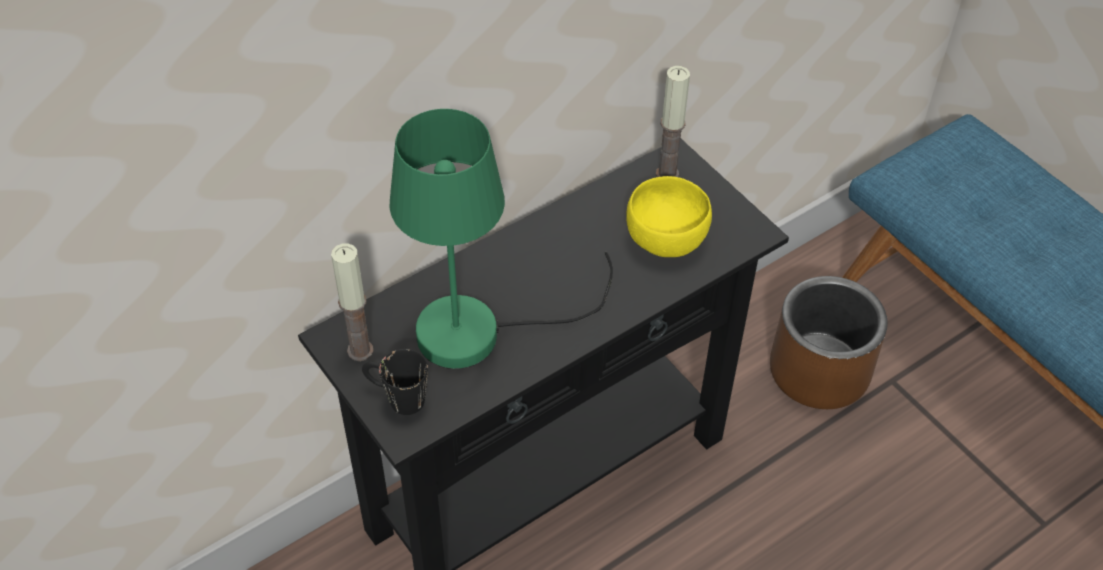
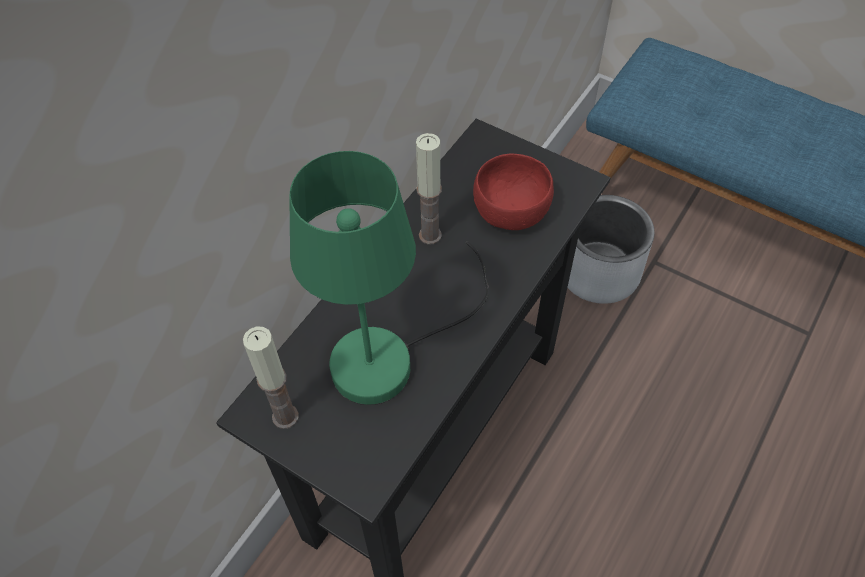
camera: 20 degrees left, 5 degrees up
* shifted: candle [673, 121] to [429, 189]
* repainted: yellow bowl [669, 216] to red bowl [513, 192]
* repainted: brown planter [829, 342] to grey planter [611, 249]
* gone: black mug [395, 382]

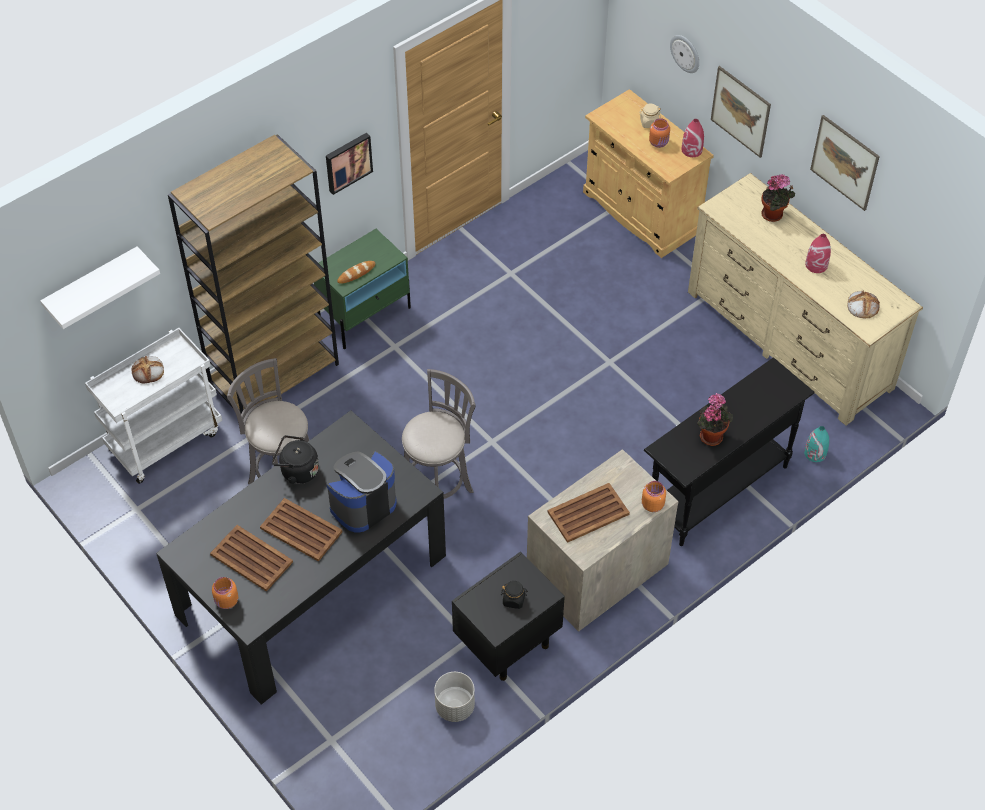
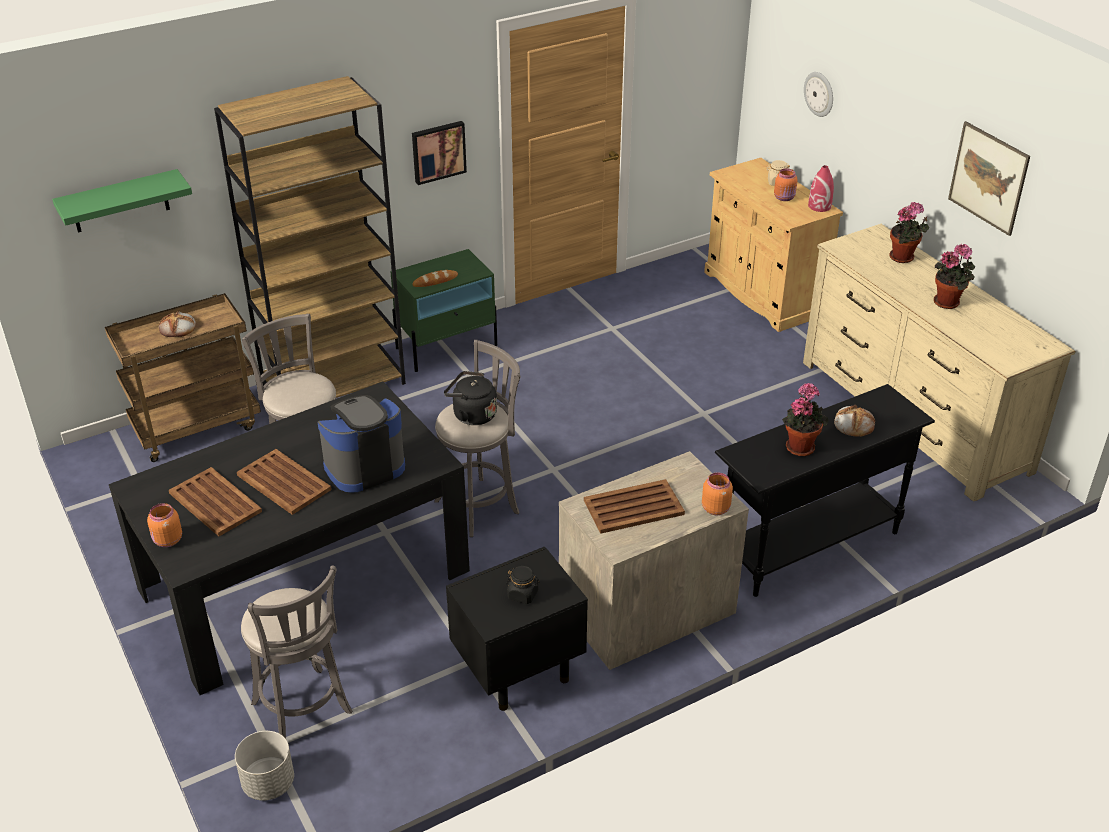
camera: 10 degrees right, 15 degrees down
* repainted: white shelf [100, 287] to green shelf [122, 201]
* repainted: white cart [153, 406] to brown cart [183, 377]
* shifted: grey planter [454, 697] to [264, 766]
* new: grey stool [296, 652]
* shifted: black kettle [295, 459] to [470, 398]
* shifted: bread [864, 304] to [855, 421]
* swapped: red vase [818, 253] to potted plant [954, 276]
* gone: picture [741, 112]
* gone: turquoise vase [816, 444]

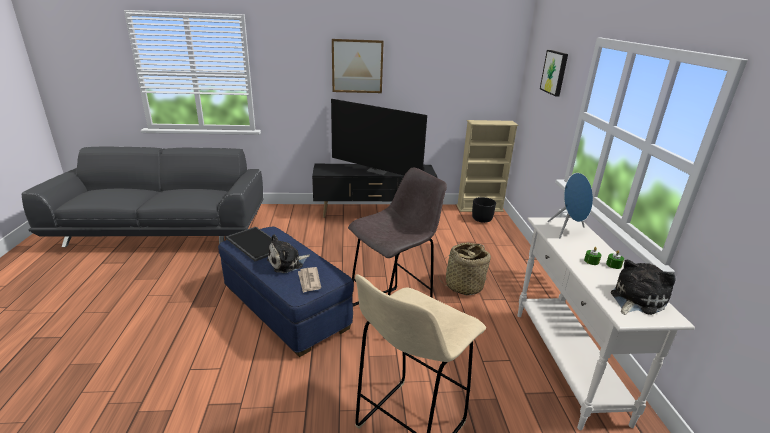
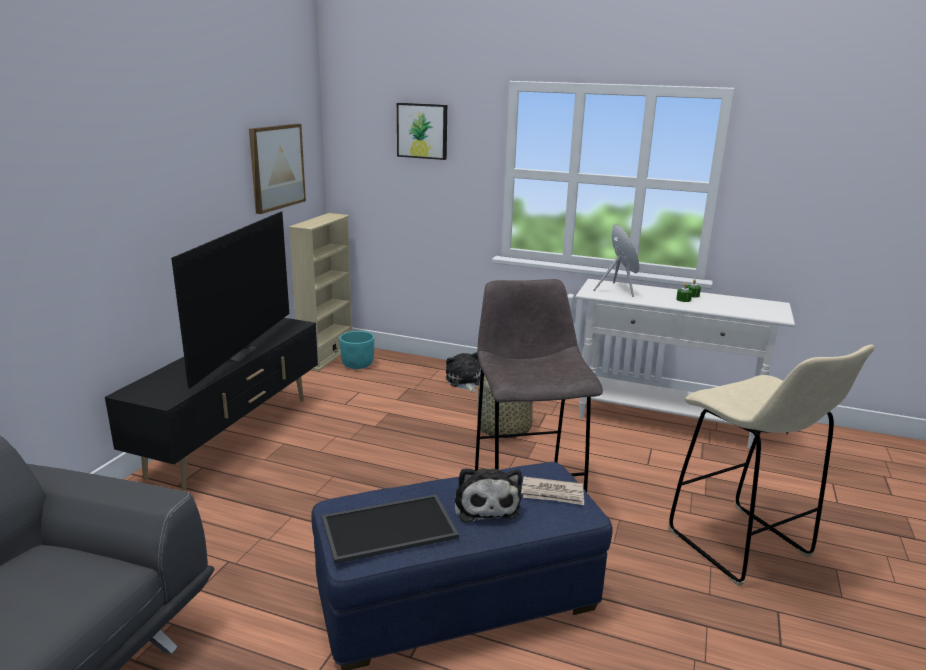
camera: 65 degrees left, 5 degrees down
* rotated: television [379, 137] = [230, 300] 45 degrees counterclockwise
* shifted: picture [358, 66] to [277, 169]
* repainted: black planter [484, 210] to turquoise planter [356, 350]
* shifted: plush toy [643, 287] to [463, 372]

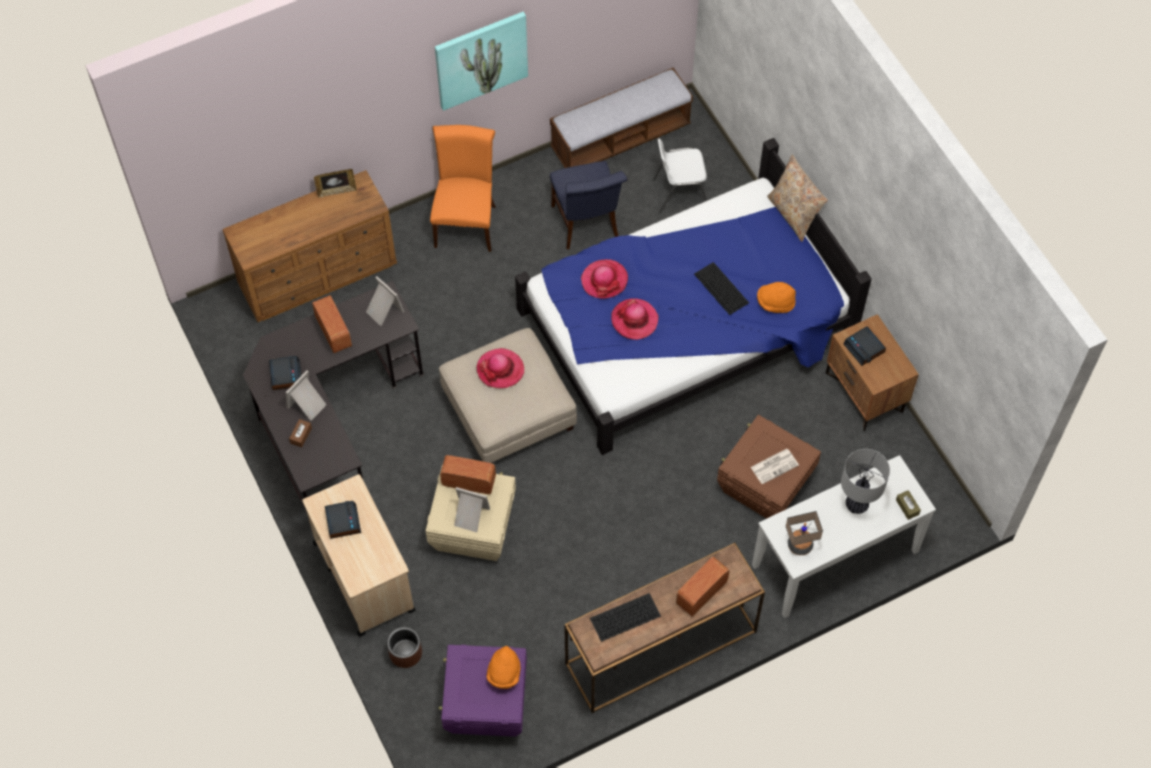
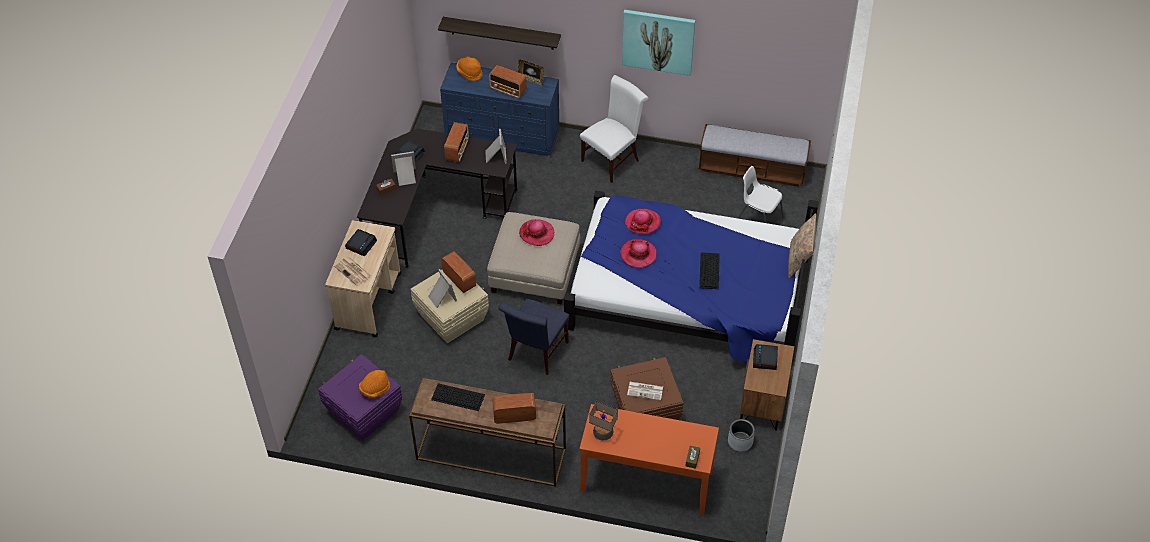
camera: 40 degrees right, 10 degrees down
* new: newspaper [352, 271]
* new: shelf [499, 33]
* repainted: brown dresser [309, 246] to blue dresser [500, 109]
* shifted: orange hat [776, 297] to [469, 69]
* new: radio [508, 81]
* shifted: blue chair [589, 205] to [534, 337]
* repainted: white console table [844, 536] to orange console table [649, 459]
* repainted: orange chair [463, 188] to white chair [614, 129]
* new: grey planter [741, 435]
* gone: brown planter [404, 647]
* gone: table lamp [865, 481]

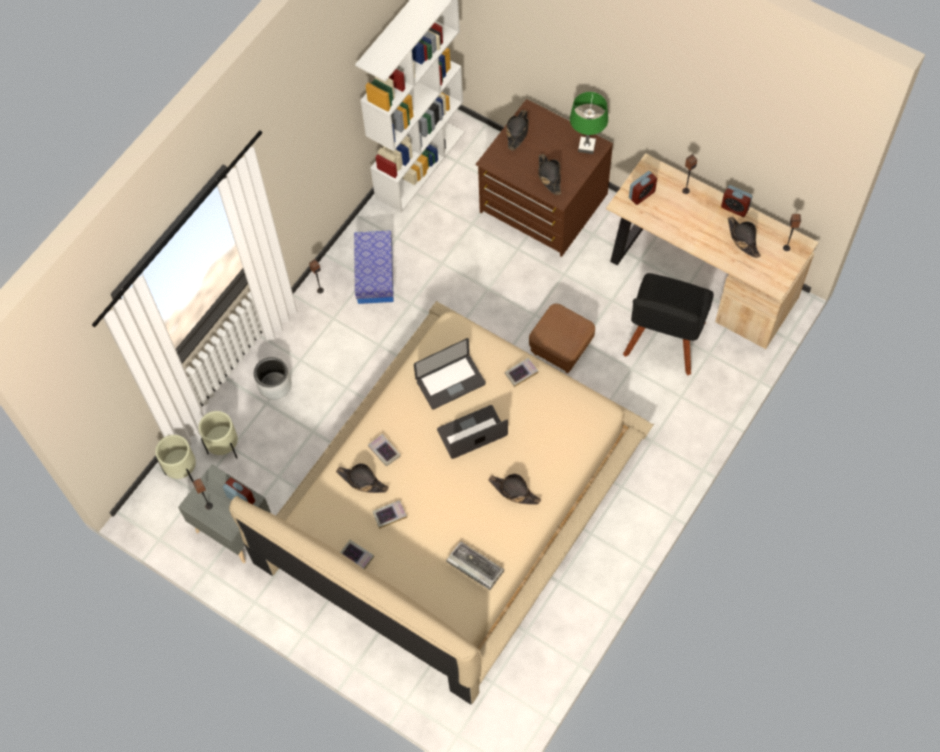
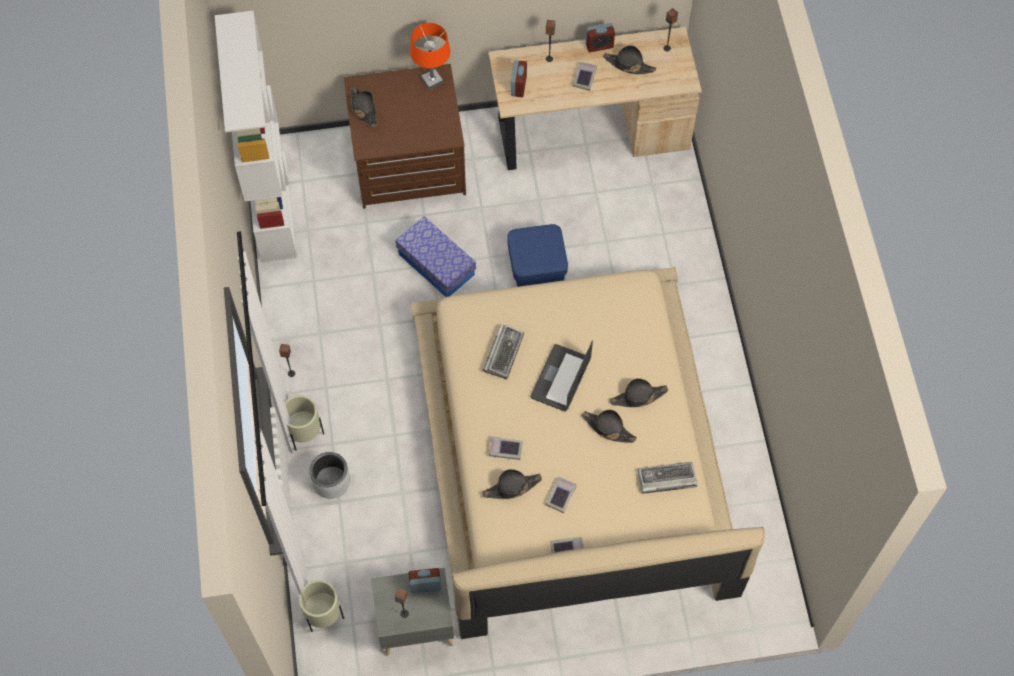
camera: 45 degrees left, 0 degrees up
* shifted: beige planter [218, 435] to [304, 423]
* shifted: storage box [374, 267] to [435, 256]
* repainted: green table lamp [589, 123] to orange table lamp [430, 56]
* swapped: laptop [450, 373] to keyboard [503, 352]
* repainted: brown ottoman [562, 338] to blue ottoman [537, 255]
* shifted: book [521, 372] to [585, 76]
* shifted: black hat [549, 174] to [609, 426]
* gone: black chair [668, 324]

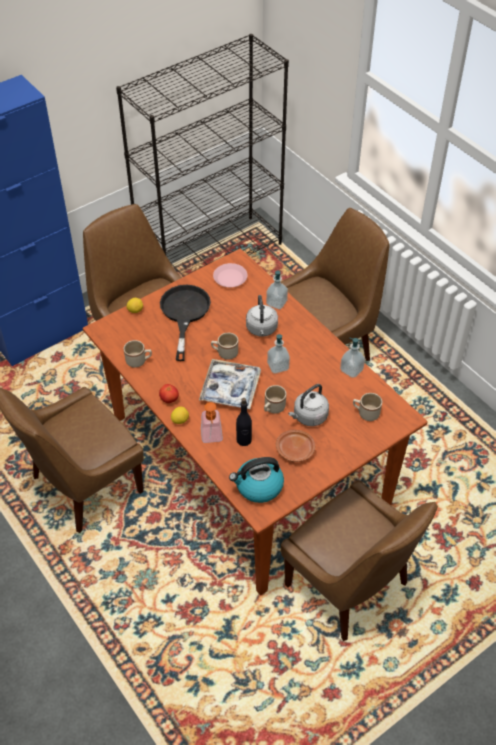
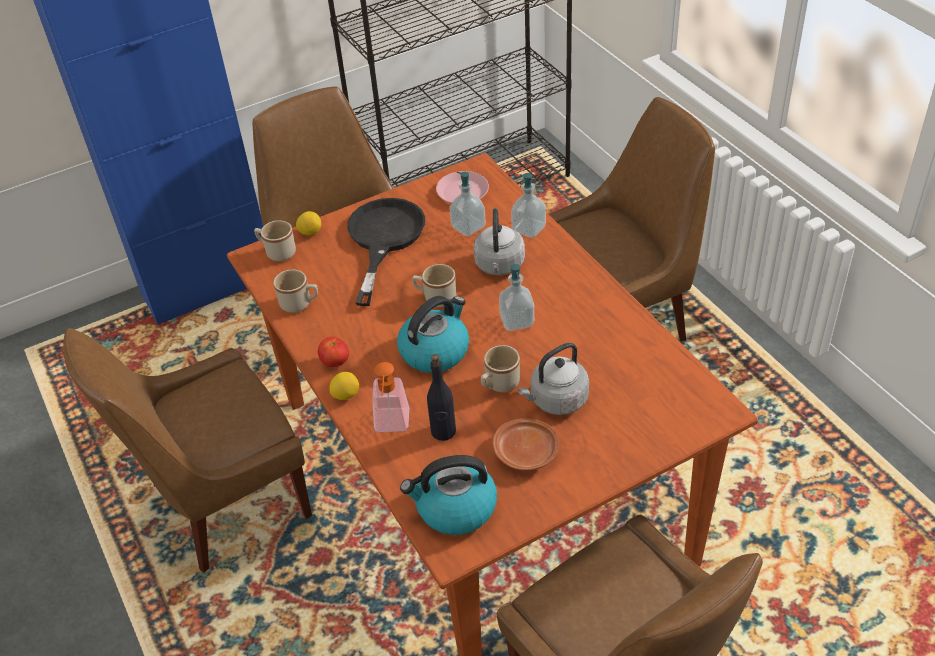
camera: 10 degrees right, 5 degrees down
* shifted: beige mug [367, 407] to [275, 241]
* swapped: tray [230, 384] to kettle [433, 334]
* shifted: soap dispenser [352, 358] to [467, 204]

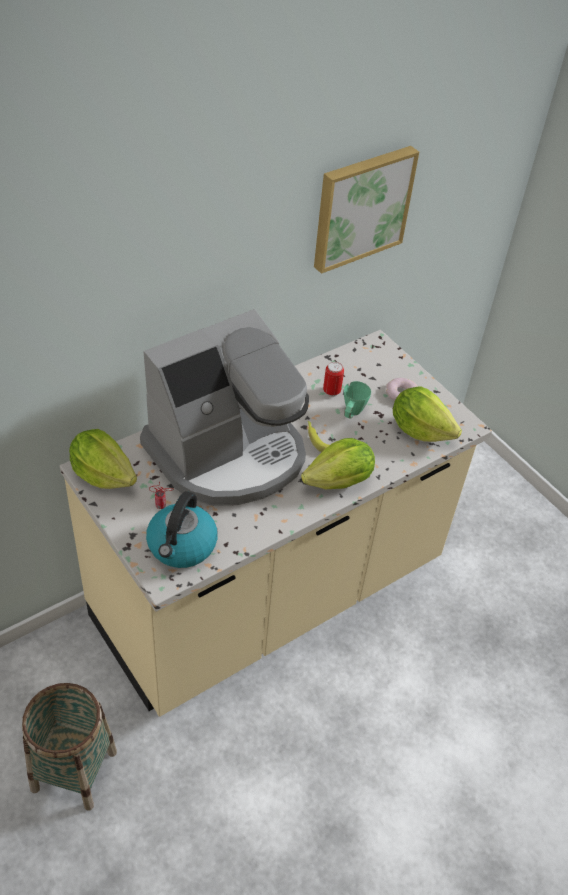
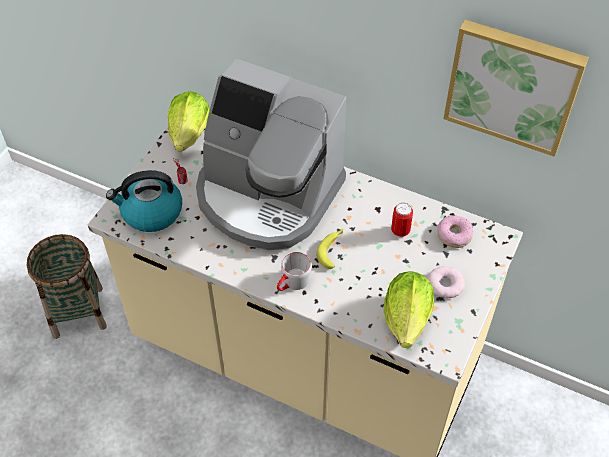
camera: 65 degrees right, 5 degrees up
* swapped: lettuce [338, 463] to grey mug [294, 271]
* new: donut [455, 231]
* gone: green mug [357, 399]

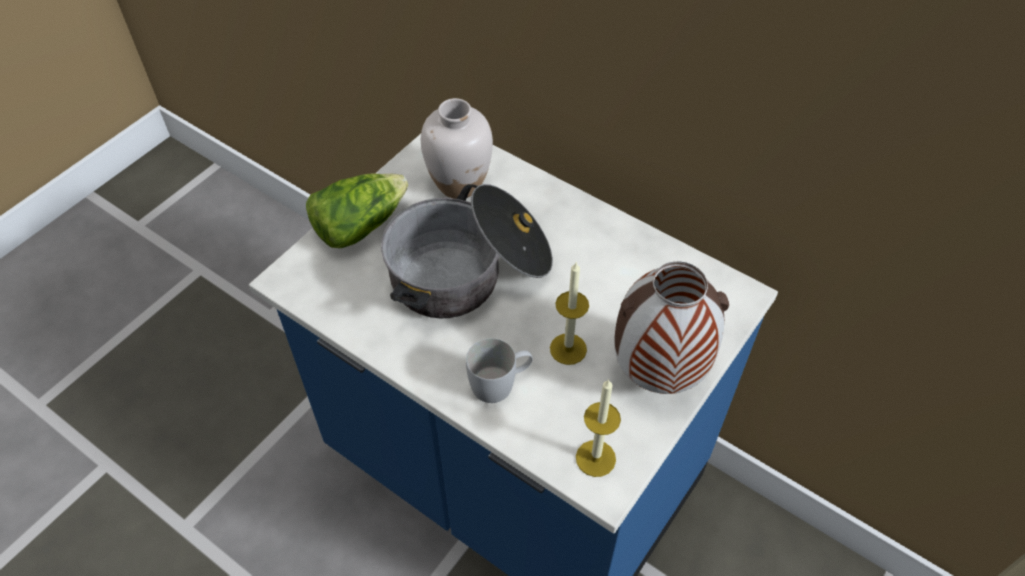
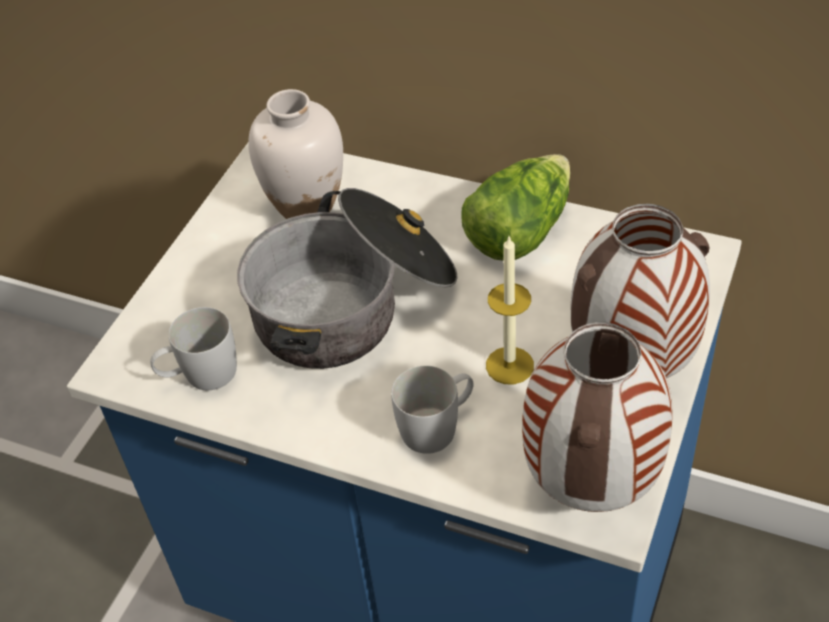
camera: 10 degrees left, 5 degrees down
* new: white mug [193, 348]
* shifted: lettuce [357, 210] to [515, 207]
* swapped: candle [598, 428] to vase [597, 417]

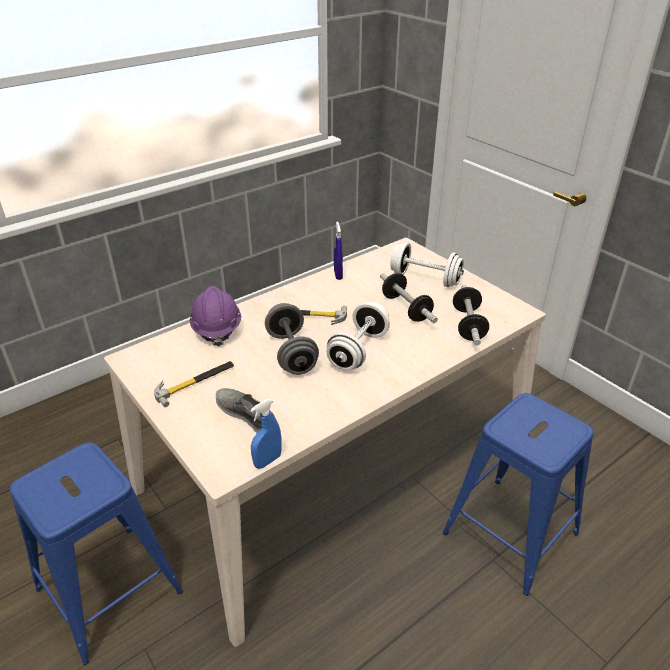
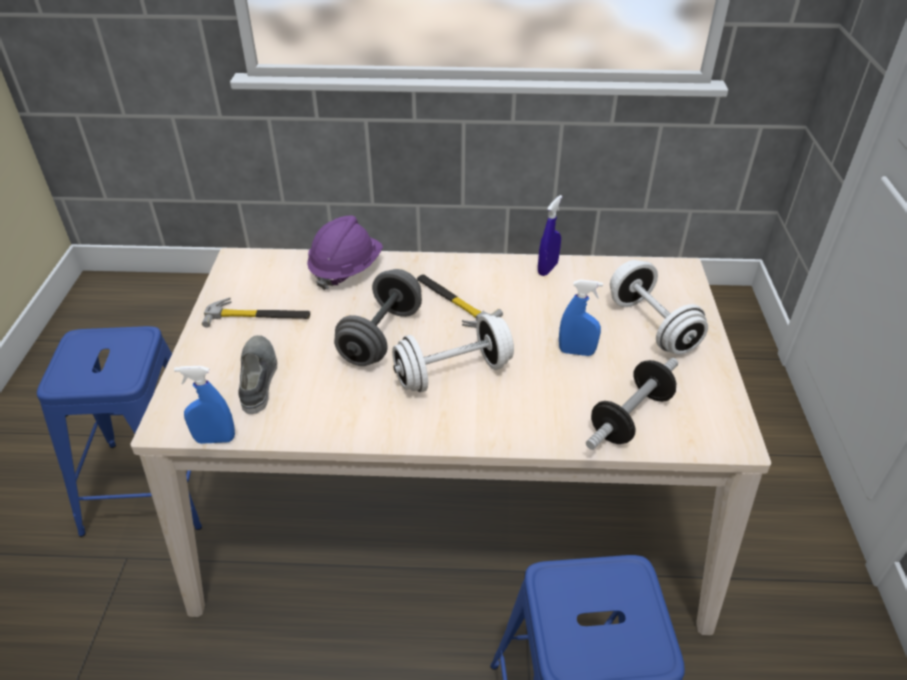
camera: 40 degrees right, 5 degrees up
* swapped: dumbbell [409, 298] to blue spray bottle [581, 318]

